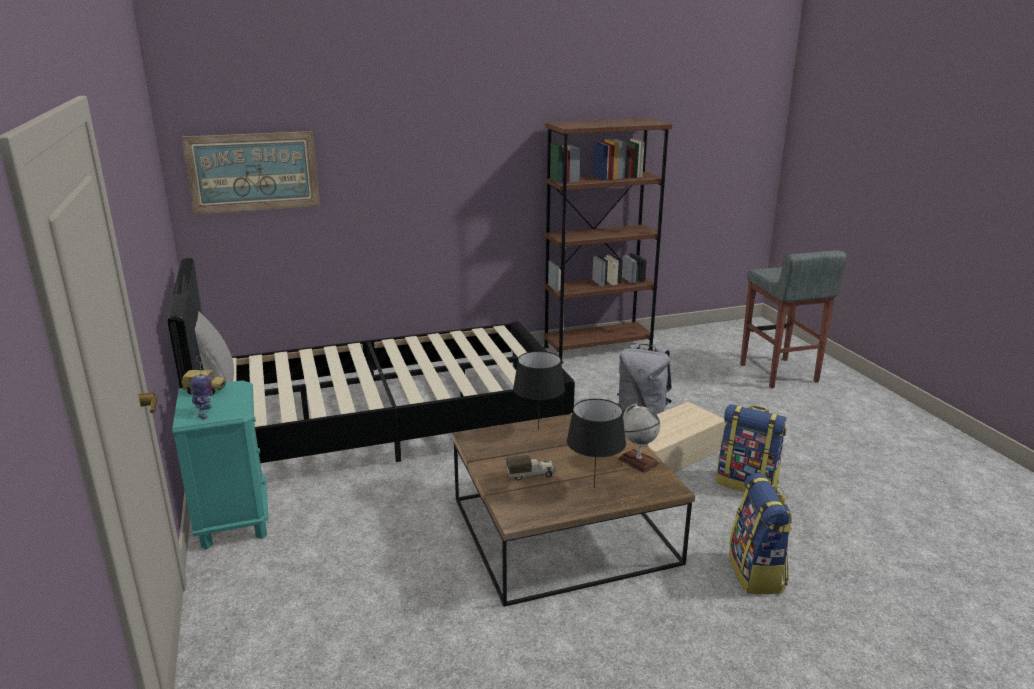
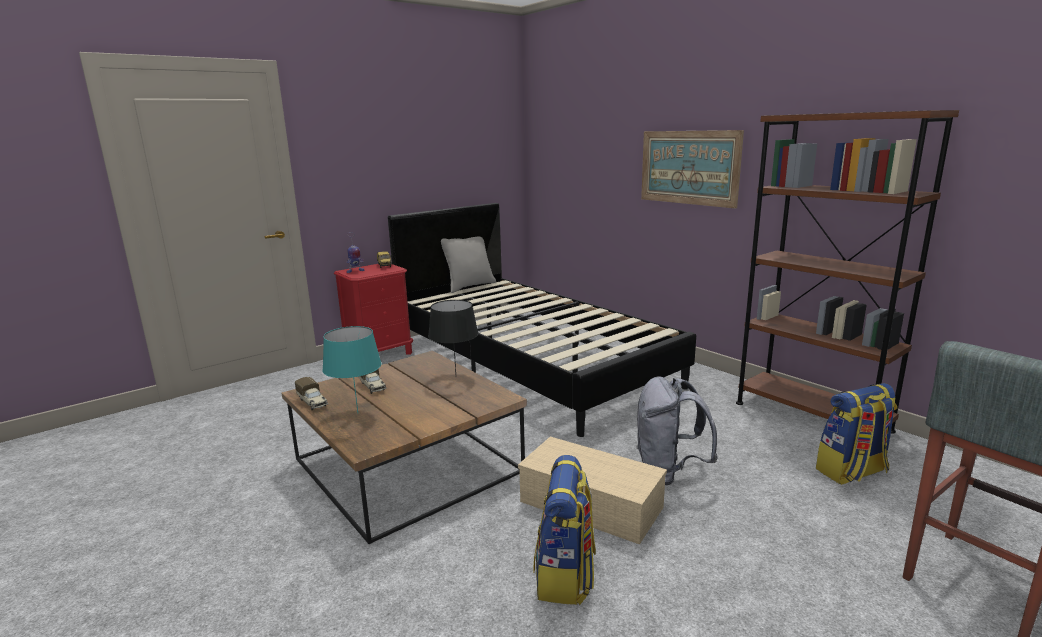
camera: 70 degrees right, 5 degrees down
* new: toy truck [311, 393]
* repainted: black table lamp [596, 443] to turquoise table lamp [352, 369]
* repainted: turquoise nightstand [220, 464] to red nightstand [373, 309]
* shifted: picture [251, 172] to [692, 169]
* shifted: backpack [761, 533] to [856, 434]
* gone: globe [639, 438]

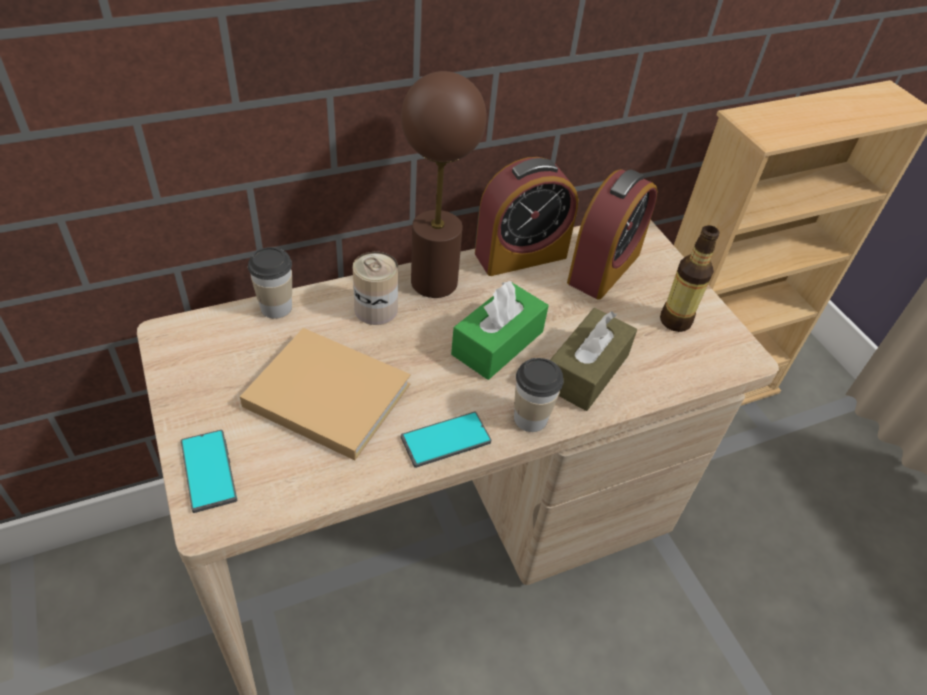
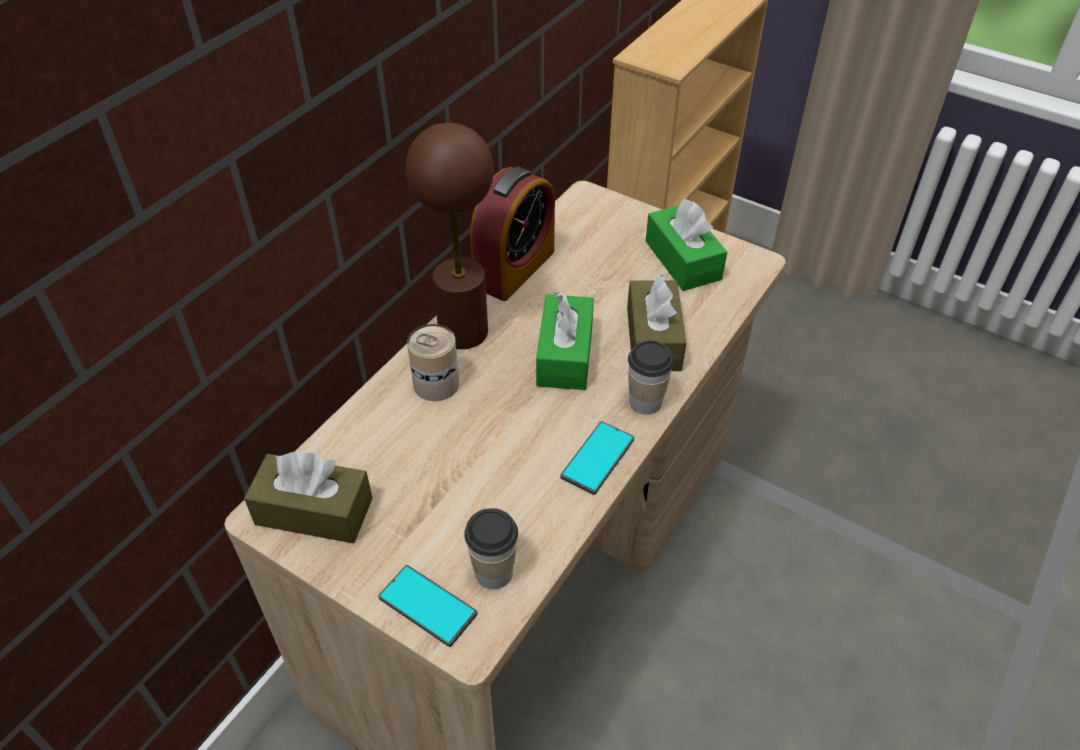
camera: 30 degrees left, 0 degrees up
* new: brown tissue box [308, 497]
* shifted: cup [270, 283] to [491, 548]
* swapped: bottle [690, 278] to green tissue box [686, 245]
* gone: beige book [325, 394]
* gone: alarm clock [612, 234]

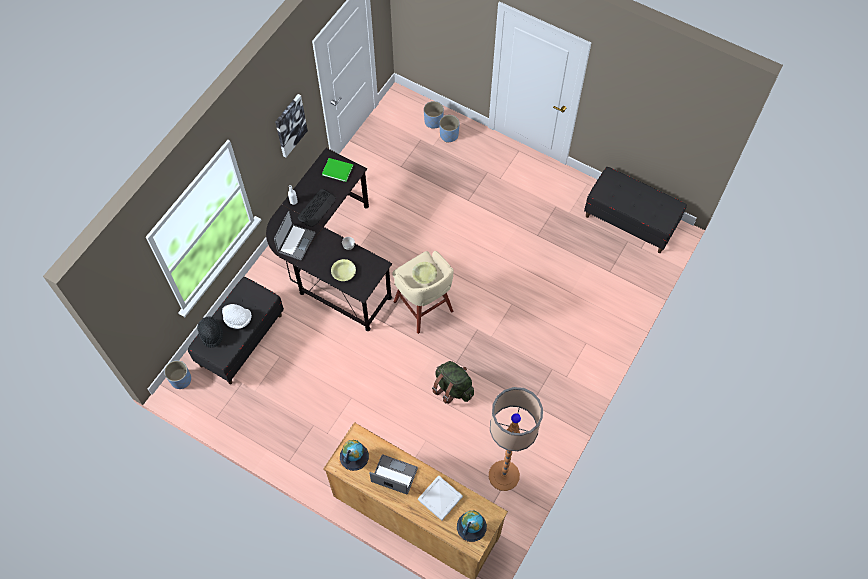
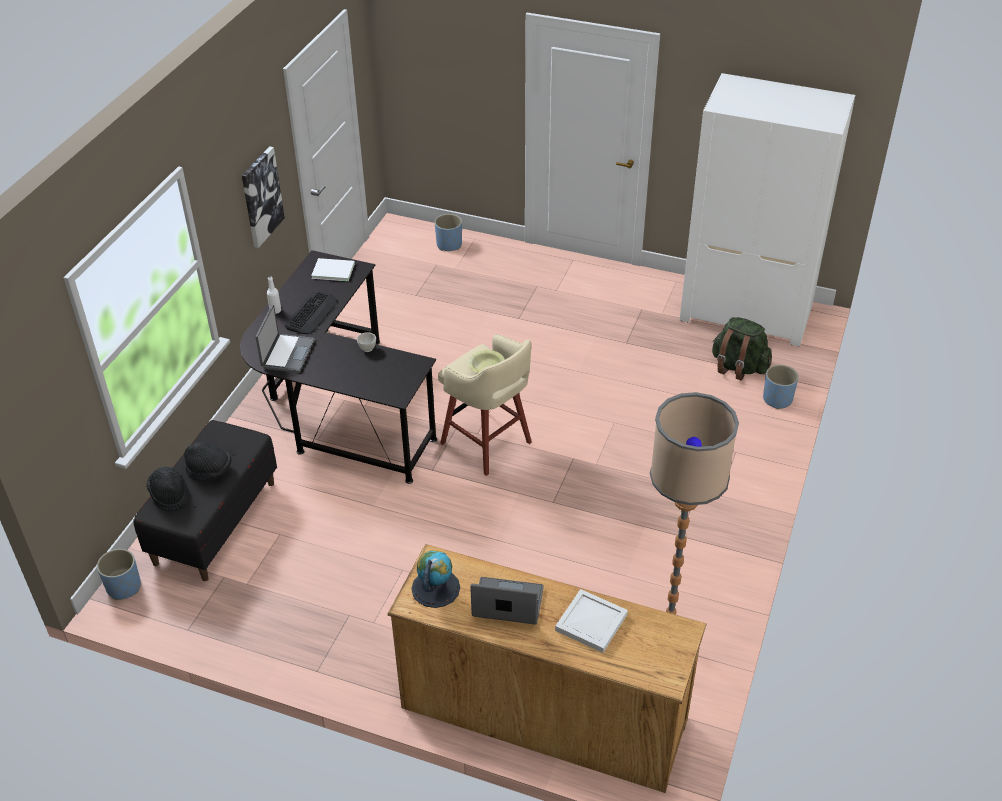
camera: 10 degrees left, 20 degrees down
* repainted: white hat [237, 316] to black hat [208, 461]
* repainted: green book [337, 170] to white book [333, 269]
* swapped: black bench [635, 210] to white wardrobe [767, 210]
* shifted: green backpack [453, 382] to [742, 349]
* shifted: blue planter [449, 128] to [781, 387]
* gone: yellow bowl [343, 270]
* gone: globe [472, 526]

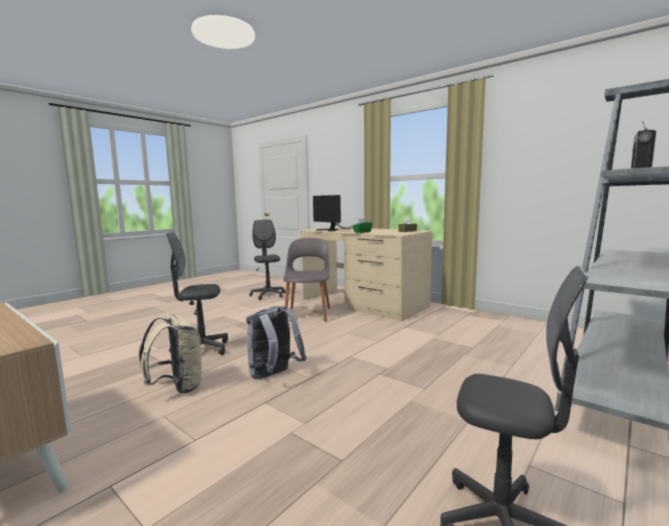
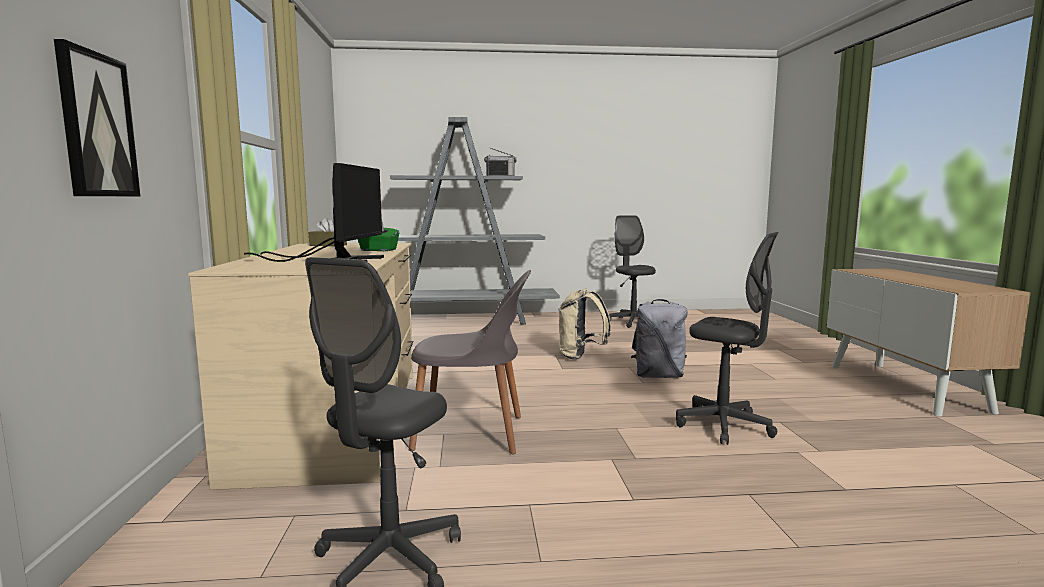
camera: 135 degrees left, 0 degrees up
* new: picture [97, 117]
* rotated: grey chair [306, 280] = [470, 362] 135 degrees counterclockwise
* shifted: beige backpack [170, 354] to [584, 324]

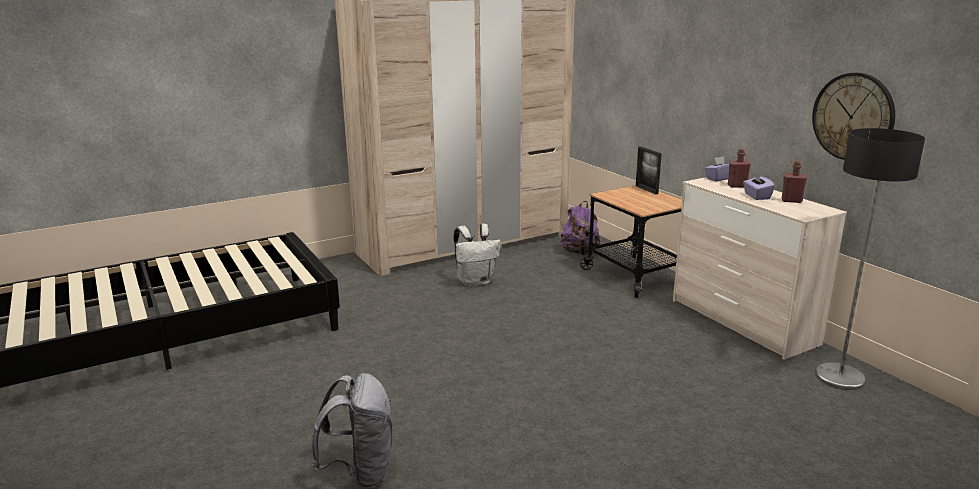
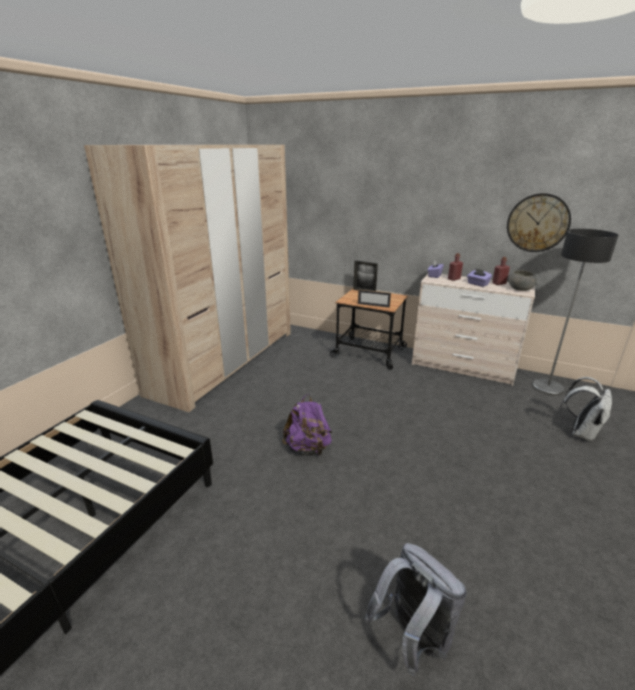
camera: 35 degrees left, 5 degrees up
* shifted: purple backpack [580, 228] to [307, 425]
* new: picture frame [374, 299]
* new: grey bowl [523, 280]
* shifted: white backpack [477, 255] to [586, 409]

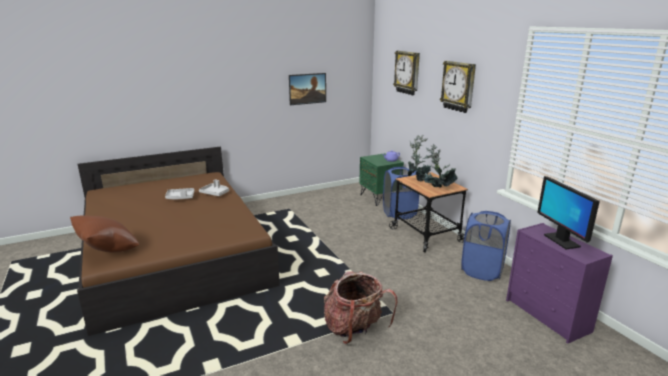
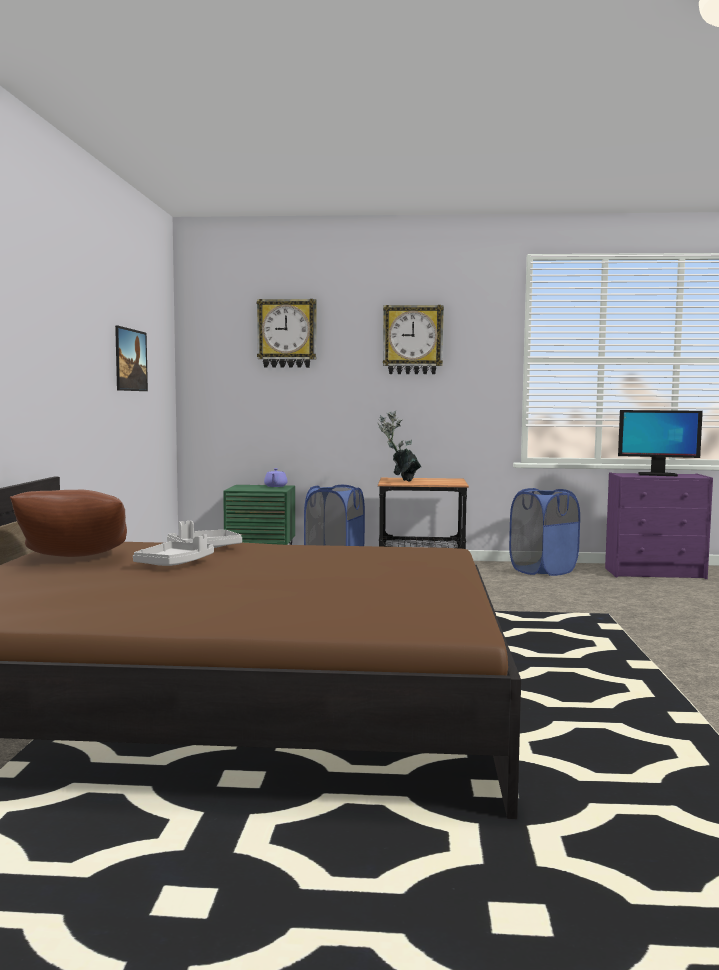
camera: 60 degrees left, 15 degrees down
* shifted: brown pillow [104, 234] to [68, 523]
* gone: backpack [360, 307]
* gone: potted plant [439, 166]

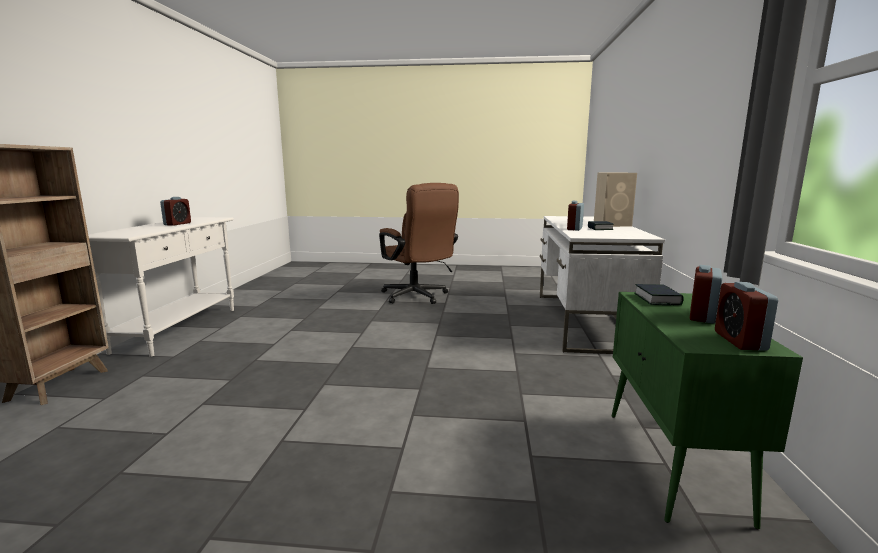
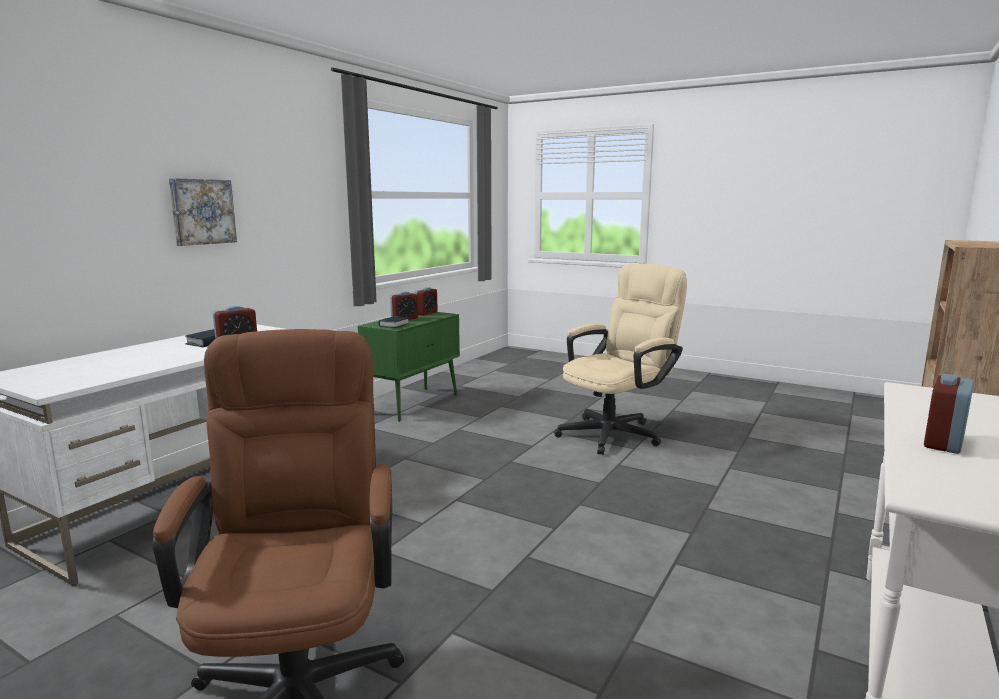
camera: 155 degrees left, 0 degrees up
* new: picture [203, 212]
* new: beige office chair [620, 359]
* gone: beige speaker [615, 200]

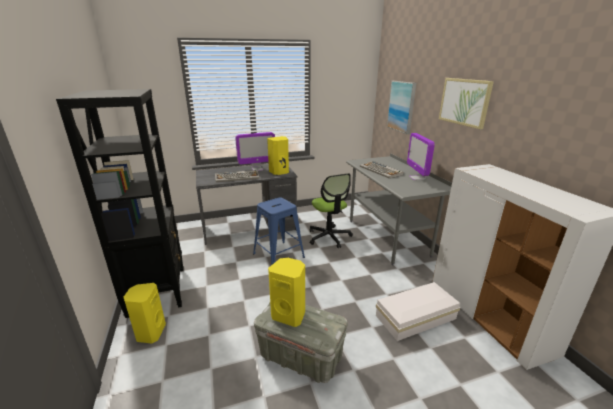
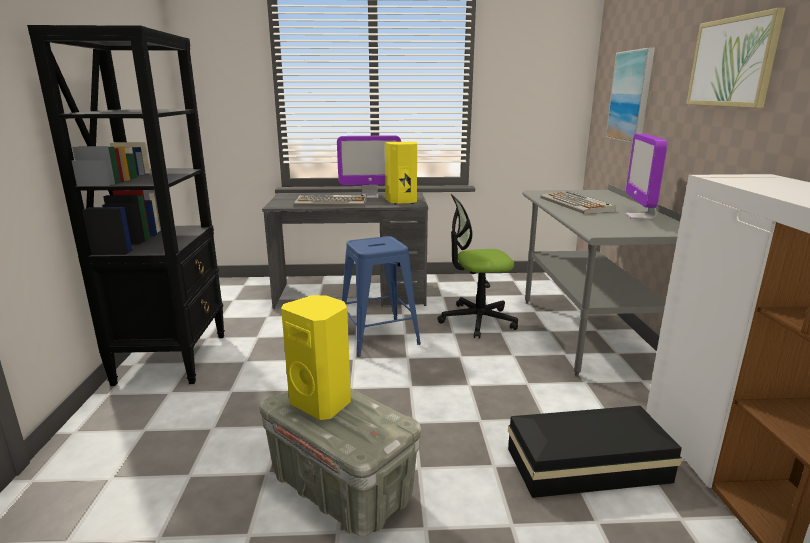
camera: 15 degrees right, 5 degrees down
* rotated: office chair [331, 210] = [477, 266] 90 degrees clockwise
* repainted: white storage box [418, 311] to black storage box [595, 452]
* gone: yellow speaker [145, 313]

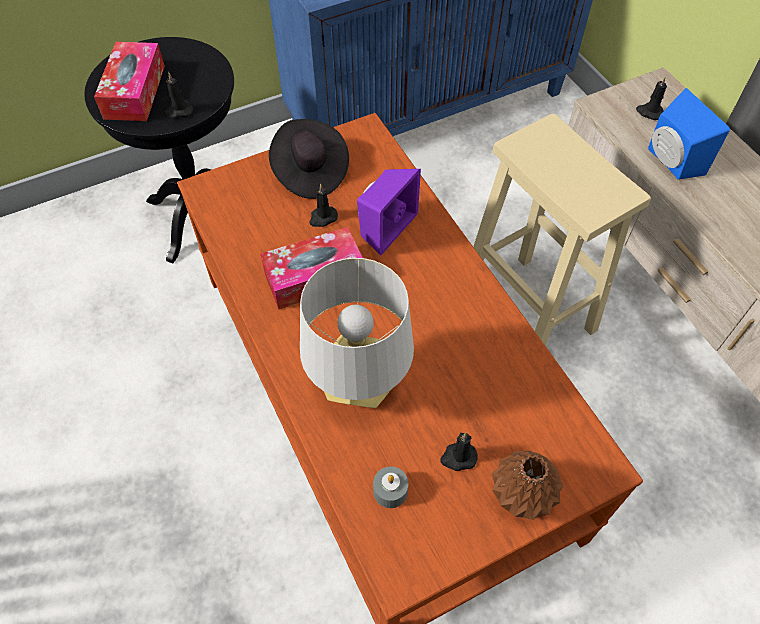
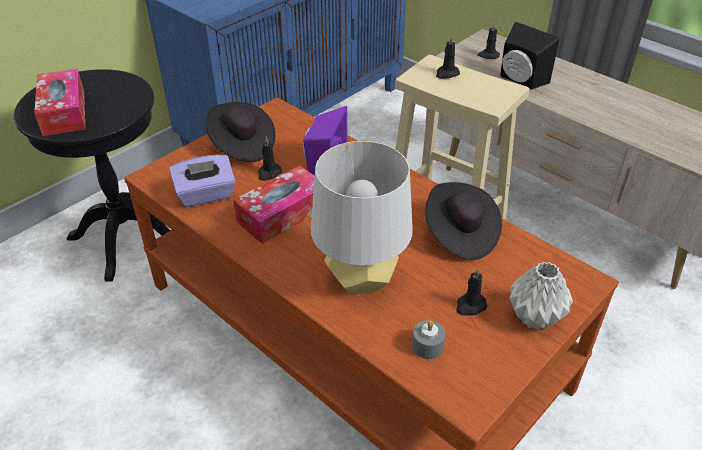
camera: 20 degrees left, 15 degrees down
* new: purple tissue box [202, 181]
* new: black hat [463, 221]
* shifted: black candle [178, 95] to [448, 57]
* repainted: blue speaker [689, 134] to black speaker [529, 55]
* repainted: brown vase [527, 485] to grey vase [541, 296]

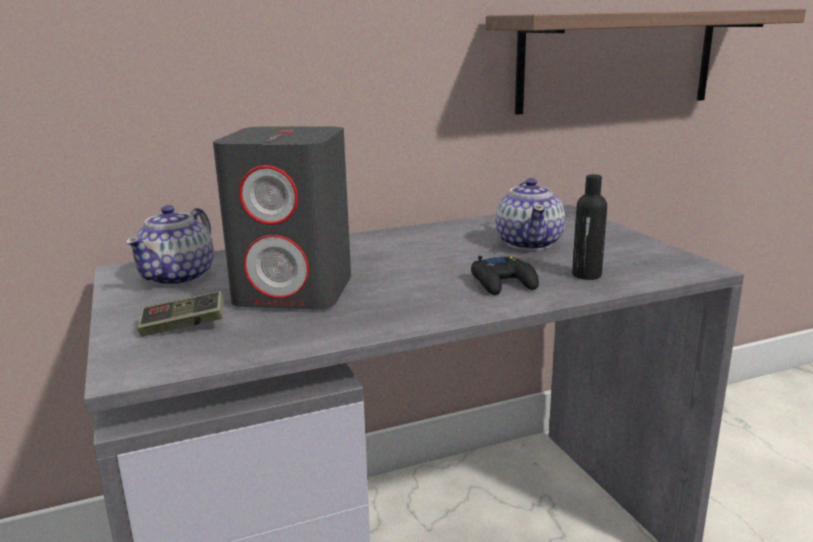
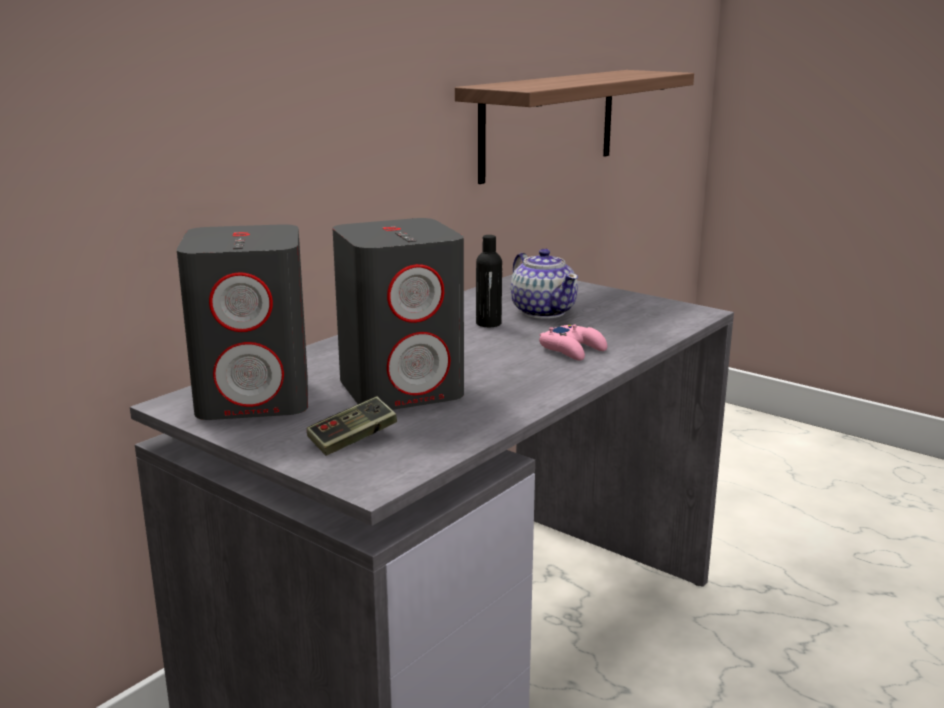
camera: 30 degrees left, 0 degrees up
* swapped: teapot [169, 245] to grey speaker [242, 322]
* shifted: black bottle [589, 227] to [489, 281]
* repainted: black game controller [505, 275] to pink game controller [573, 342]

